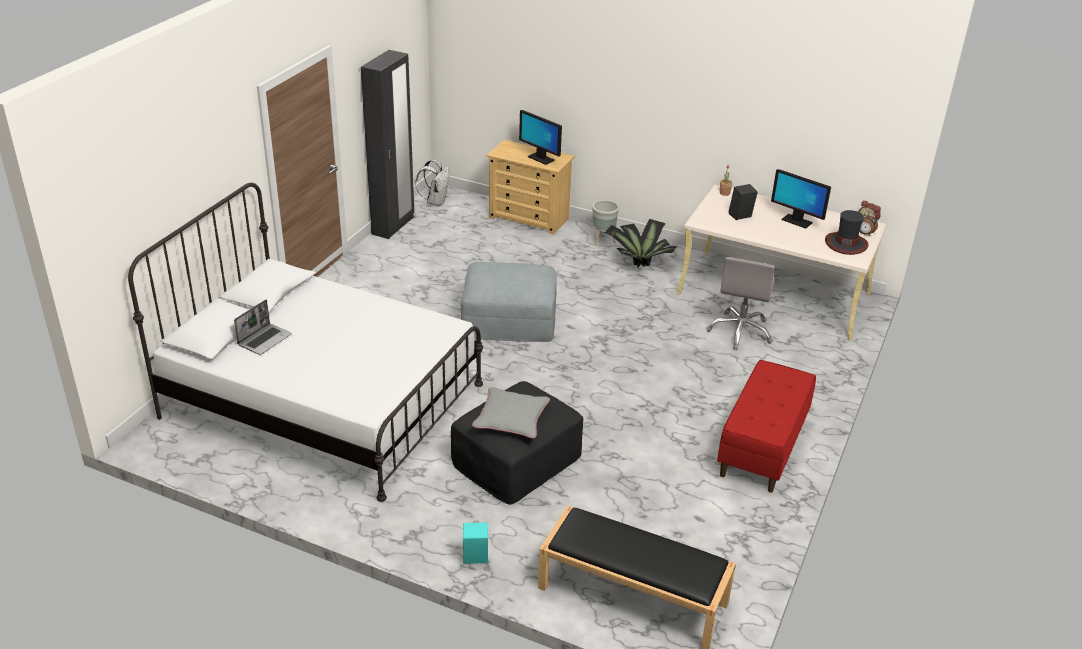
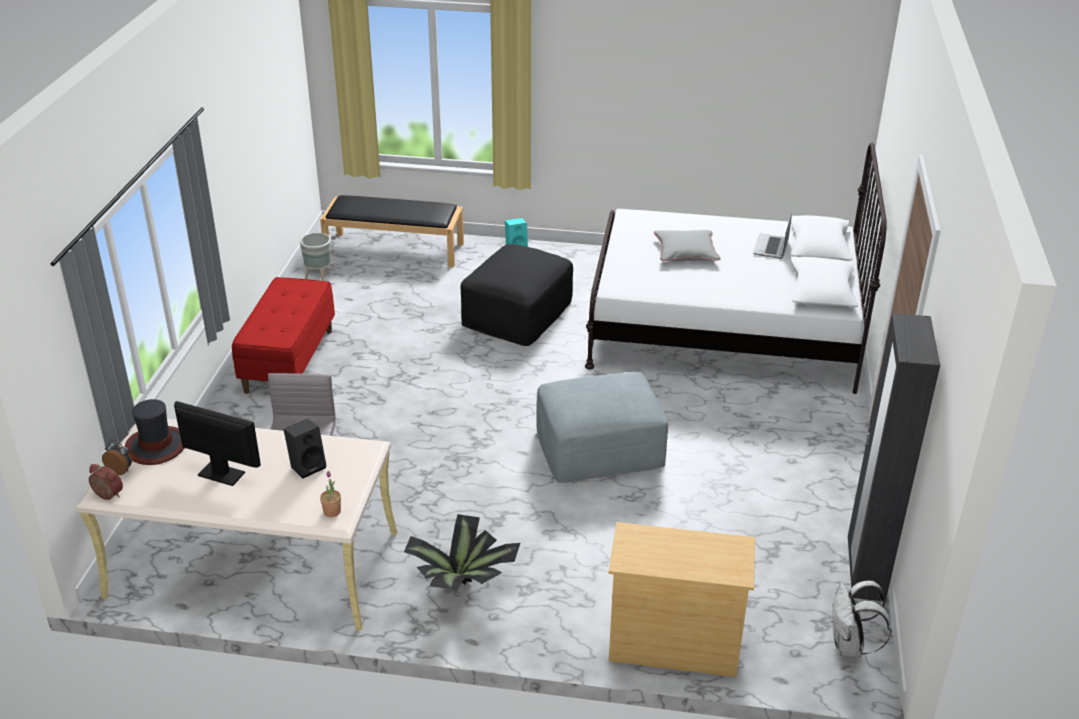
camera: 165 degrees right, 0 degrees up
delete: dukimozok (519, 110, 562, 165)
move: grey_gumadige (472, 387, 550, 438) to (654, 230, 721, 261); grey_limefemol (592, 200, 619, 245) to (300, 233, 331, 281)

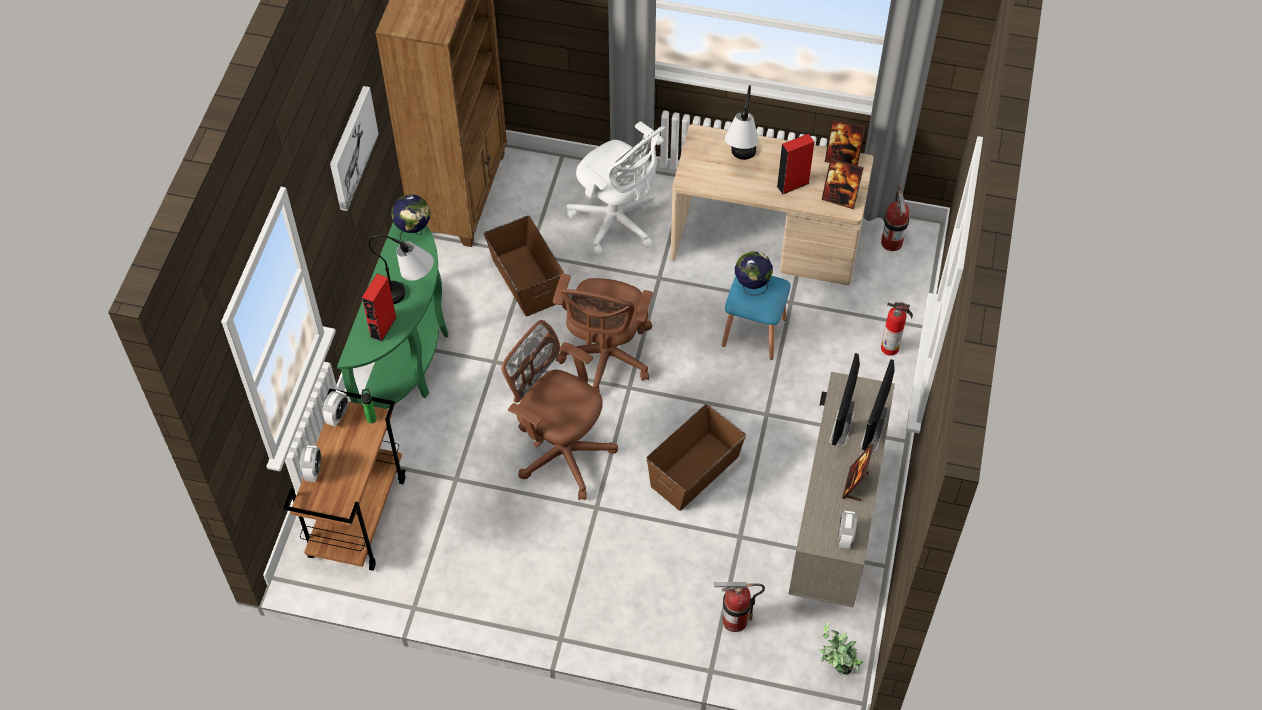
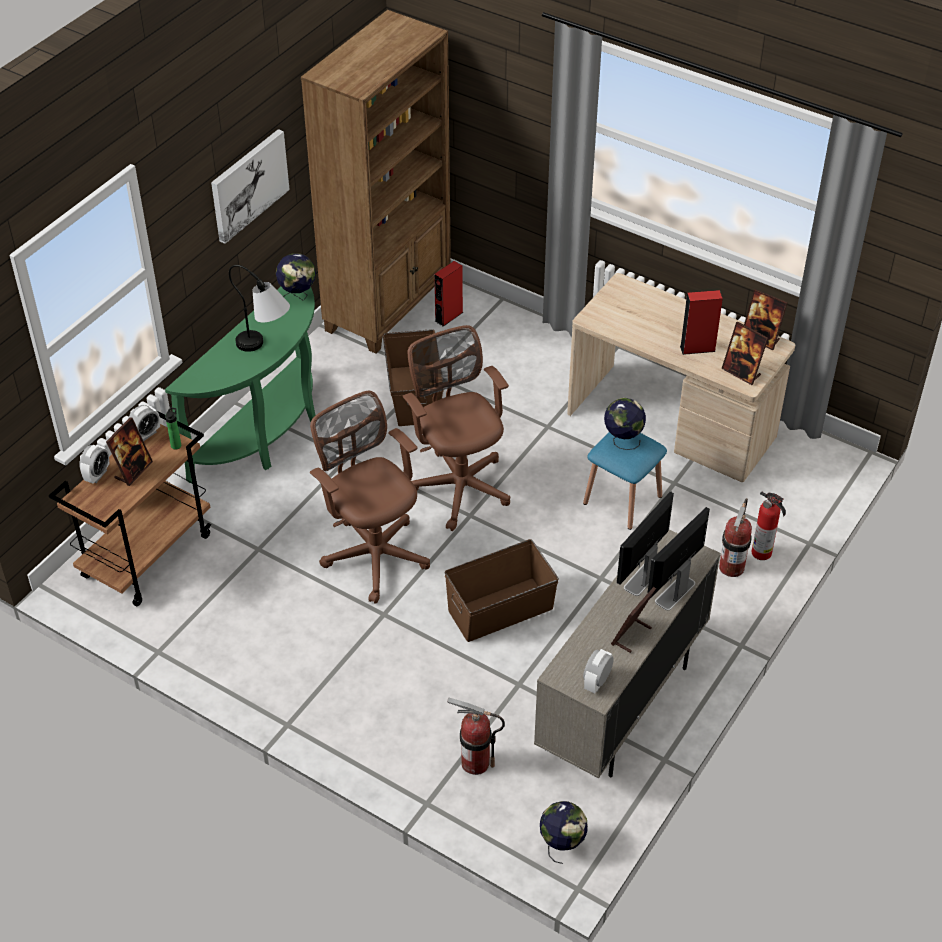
camera: 20 degrees right, 10 degrees down
delete: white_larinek (566, 121, 665, 255); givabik (725, 85, 759, 160)
insert: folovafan (106, 417, 153, 486)
move: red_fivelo (362, 274, 397, 342) to (434, 261, 463, 327); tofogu (881, 185, 909, 251) to (719, 498, 752, 577)
replace: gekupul (819, 621, 864, 675) to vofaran (540, 801, 588, 864)
rotate: brown_larinek (553, 274, 653, 392) = (403, 325, 510, 531) 120 degrees clockwise

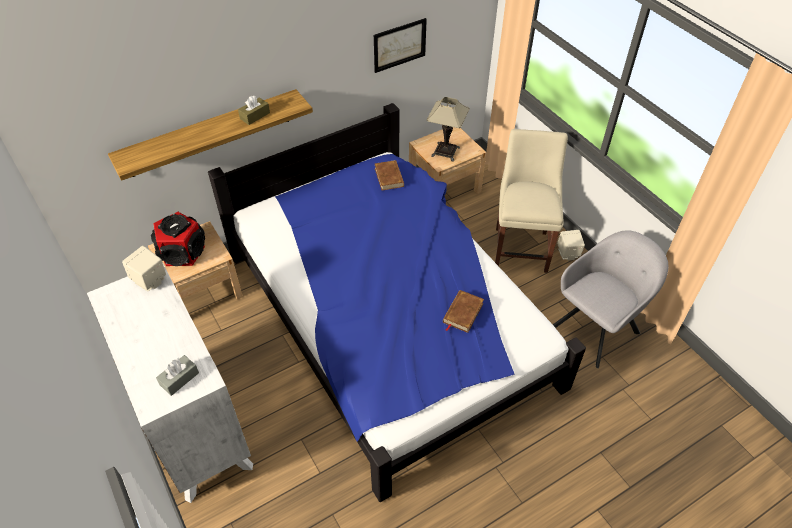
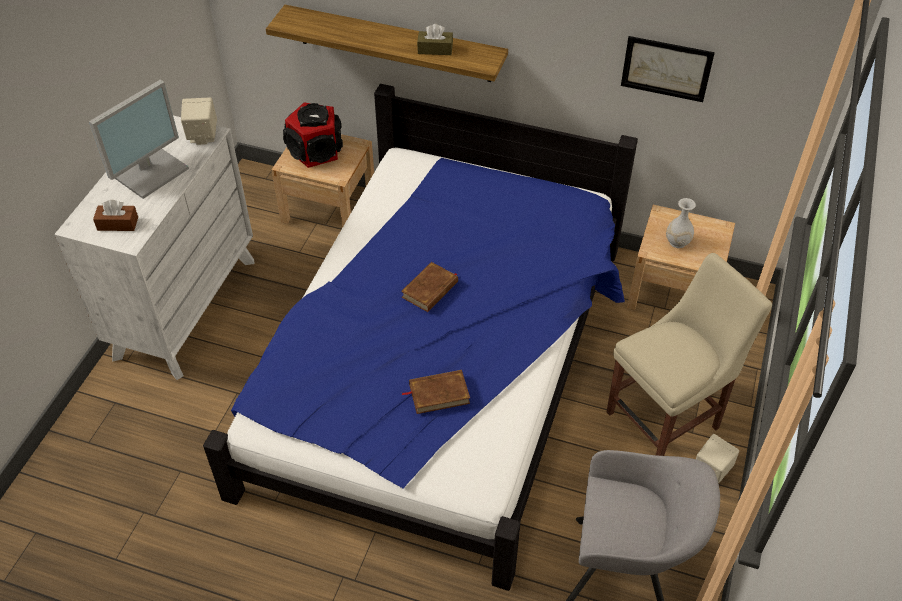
camera: 50 degrees right, 0 degrees up
insert: dukimozok (89, 80, 189, 199)
move: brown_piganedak (375, 160, 404, 191) to (401, 262, 458, 312)
replace: givabik (427, 97, 470, 162) to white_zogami (666, 198, 696, 248)
recolor: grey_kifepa (156, 355, 199, 396) to brown_kifepa (93, 200, 138, 231)

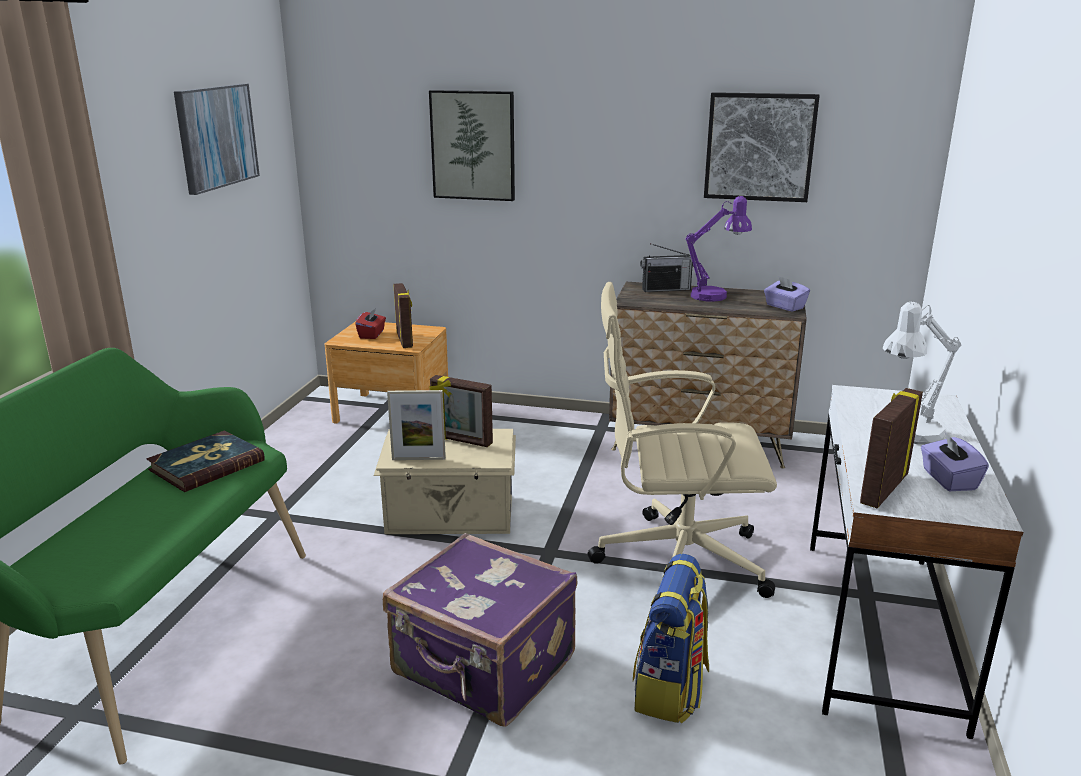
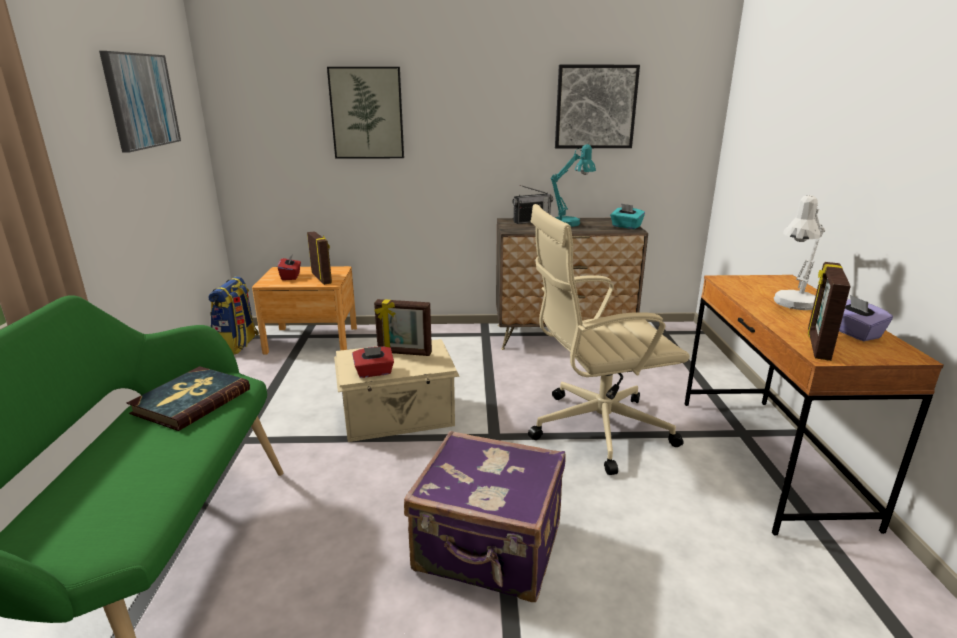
camera: 15 degrees left, 0 degrees up
move: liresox (633, 554, 709, 724) to (208, 277, 259, 355)
replace: folovafan (387, 390, 446, 460) to red_kifepa (352, 347, 394, 378)
recolor: purple_givabik (685, 196, 752, 302) to turquoise_givabik (550, 144, 596, 227); purple_kifepa (764, 276, 810, 312) to turquoise_kifepa (610, 203, 645, 229); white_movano (810, 385, 1023, 739) to brown_movano (685, 275, 944, 536)

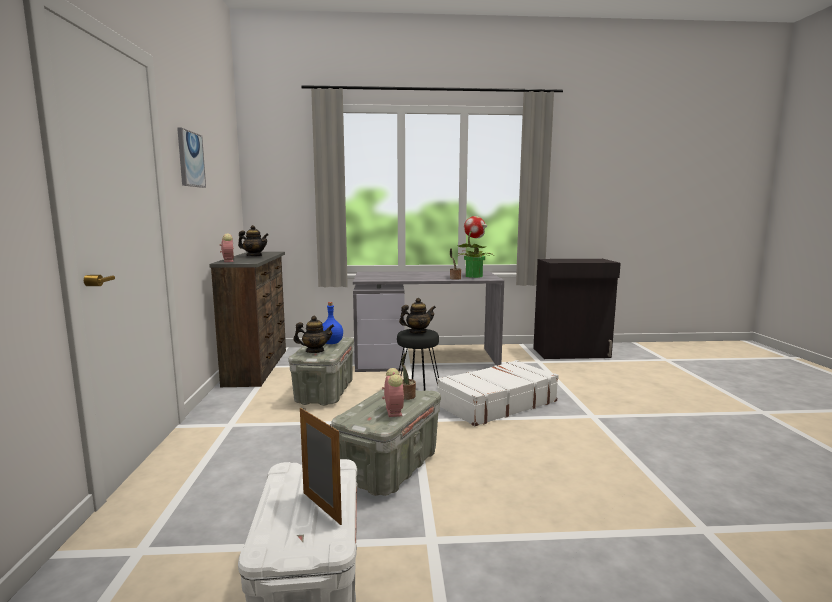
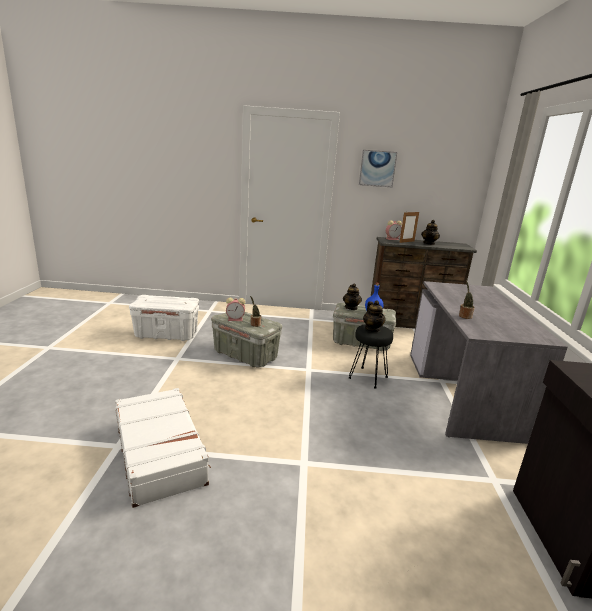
camera: 95 degrees right, 10 degrees up
delete: gekupul (456, 216, 493, 278)
move: folovafan (300, 408, 342, 525) to (399, 212, 419, 243); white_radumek (437, 360, 559, 426) to (115, 388, 211, 508)

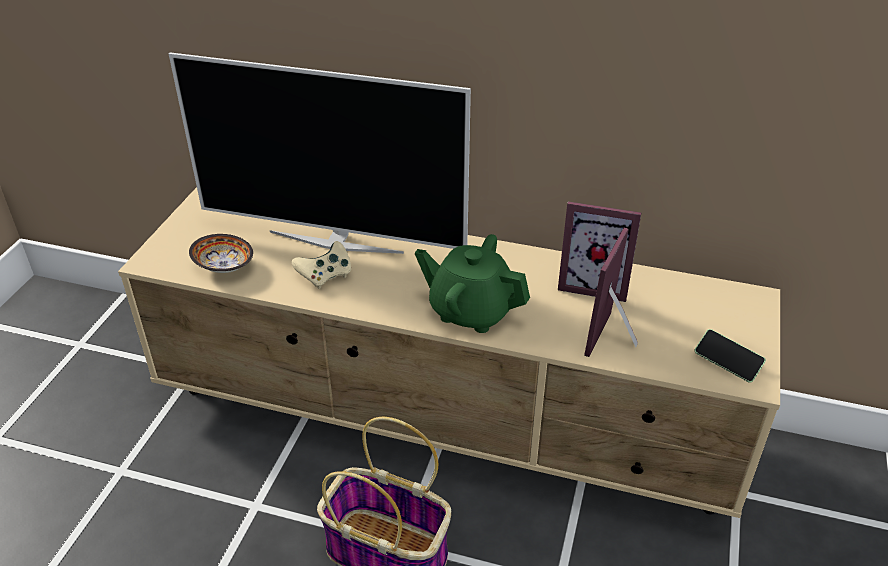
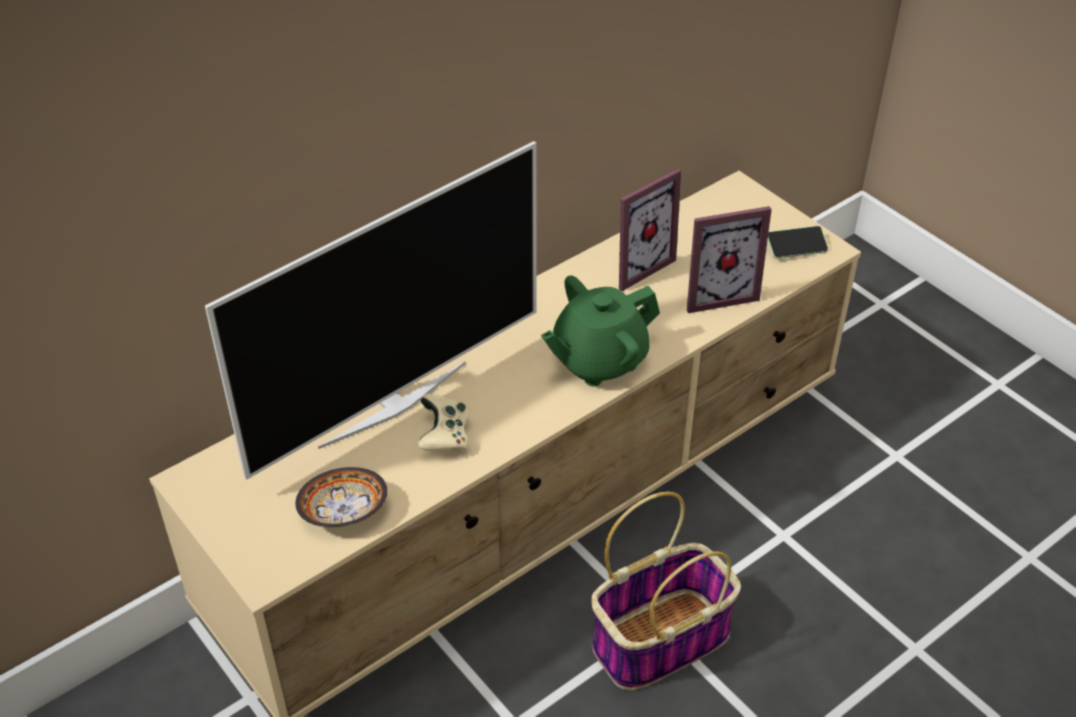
camera: 55 degrees left, 5 degrees up
rotate: folovafan (584, 228, 638, 357) = (687, 206, 772, 313) 75 degrees counterclockwise

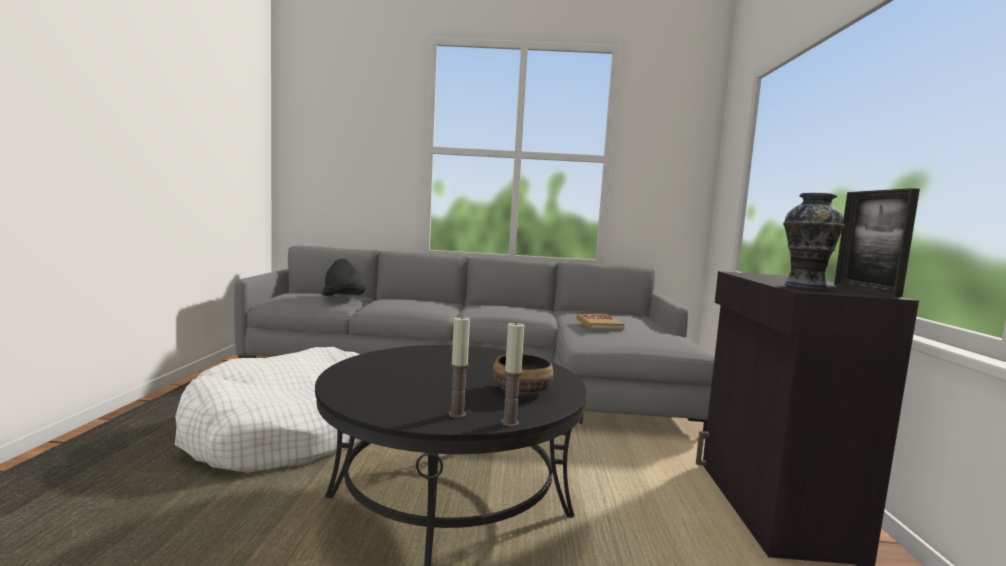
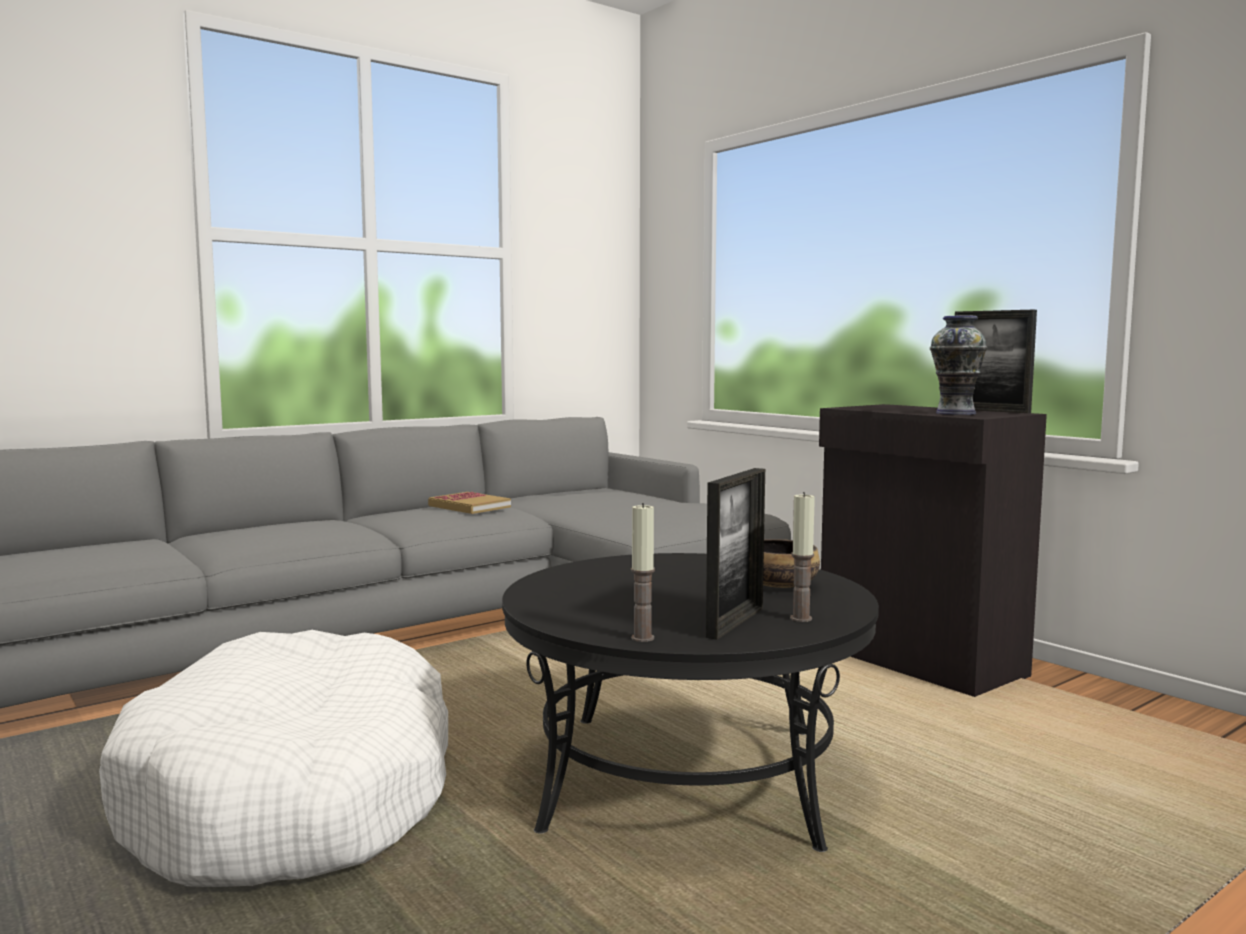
camera: 40 degrees left, 0 degrees up
delete: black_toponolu (322, 259, 366, 296)
insert: folovafan (706, 468, 765, 640)
move: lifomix (502, 321, 524, 427) to (631, 503, 655, 642); piganedak (577, 314, 625, 330) to (428, 492, 511, 514)

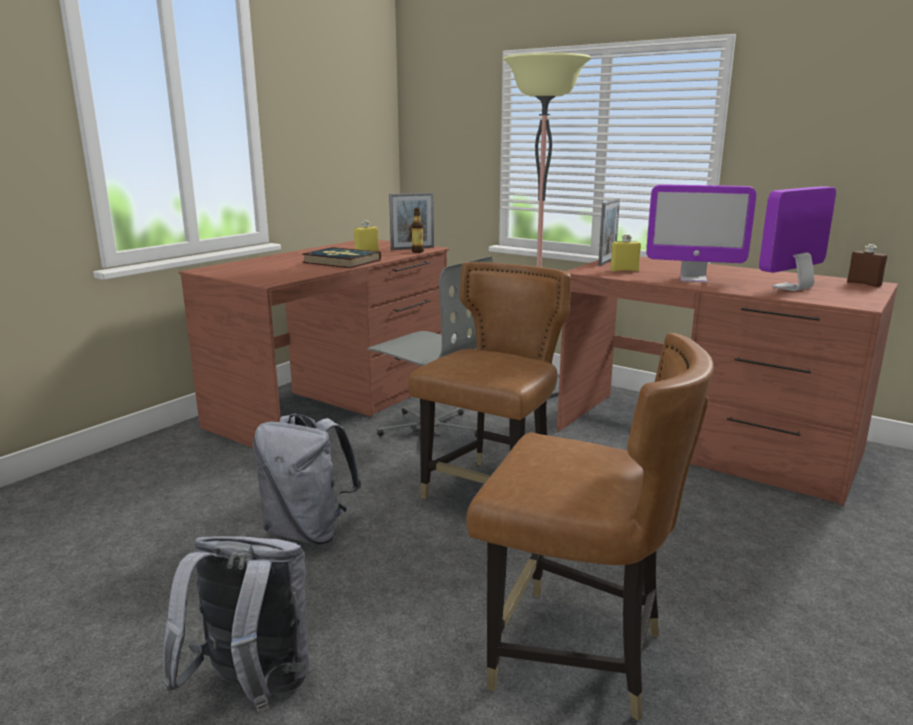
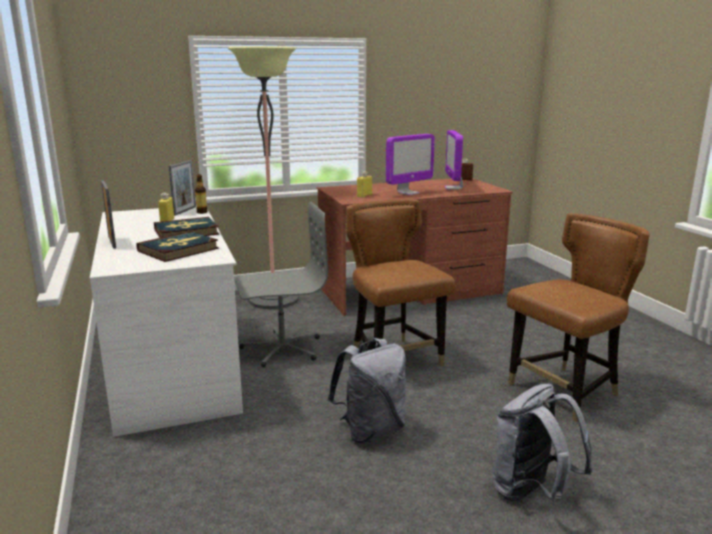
camera: 55 degrees left, 0 degrees up
insert: piganedak (136, 231, 219, 262)
move: folovafan (598, 199, 620, 266) to (101, 180, 116, 249)
recolor: brown_movano (179, 240, 449, 448) to white_movano (90, 206, 243, 437)

